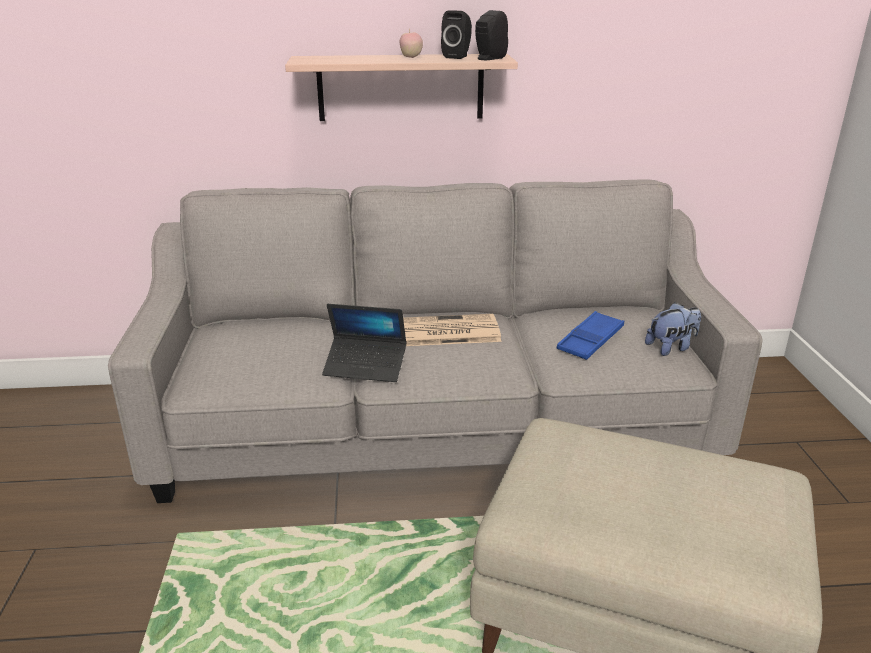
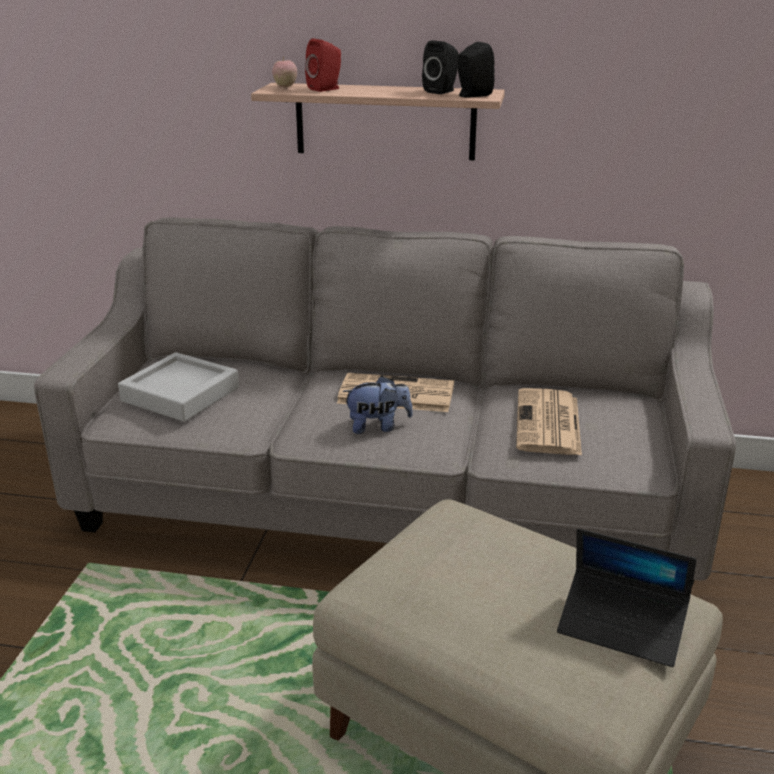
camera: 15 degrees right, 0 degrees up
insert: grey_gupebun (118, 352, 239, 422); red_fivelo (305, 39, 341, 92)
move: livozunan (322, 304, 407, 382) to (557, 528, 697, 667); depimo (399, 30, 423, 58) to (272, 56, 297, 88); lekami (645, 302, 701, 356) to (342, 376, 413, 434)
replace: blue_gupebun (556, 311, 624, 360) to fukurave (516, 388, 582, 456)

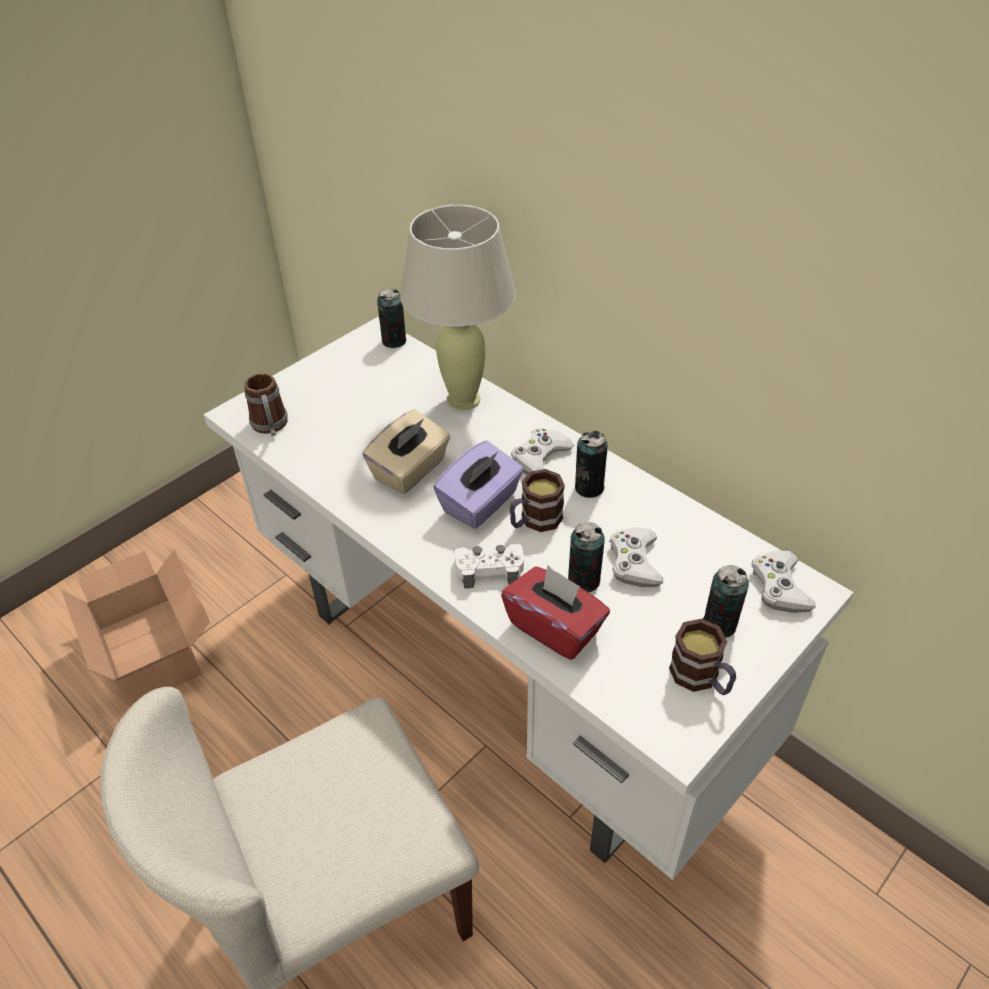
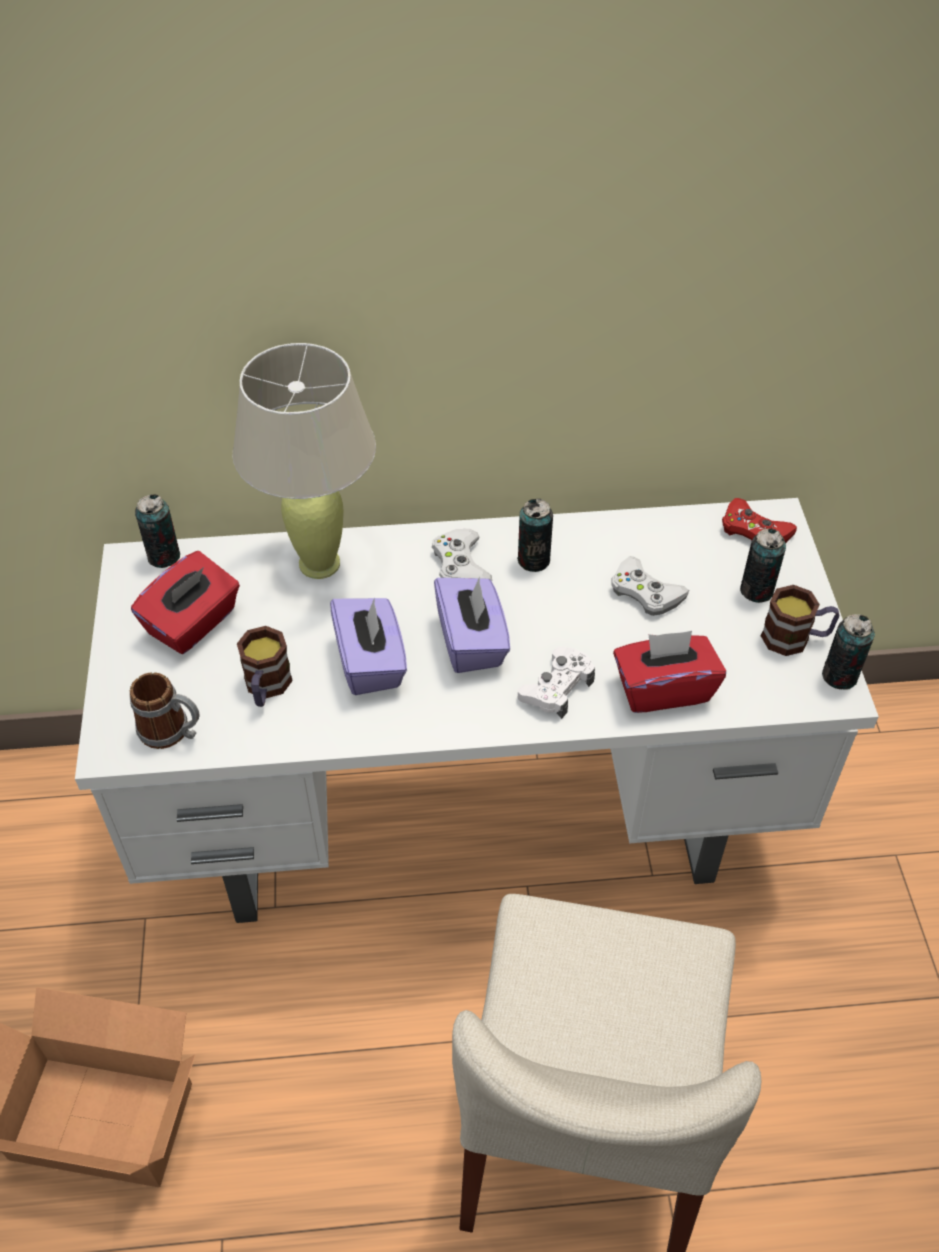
camera: 50 degrees left, 5 degrees up
insert: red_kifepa (131, 551, 240, 654)
move: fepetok (510, 469, 565, 532) to (237, 626, 293, 707); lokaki (568, 522, 605, 592) to (822, 614, 875, 690)
recolor: beige_kifepa (362, 410, 450, 494) to purple_kifepa (330, 597, 407, 695); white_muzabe (752, 550, 816, 613) to red_muzabe (722, 498, 797, 543)

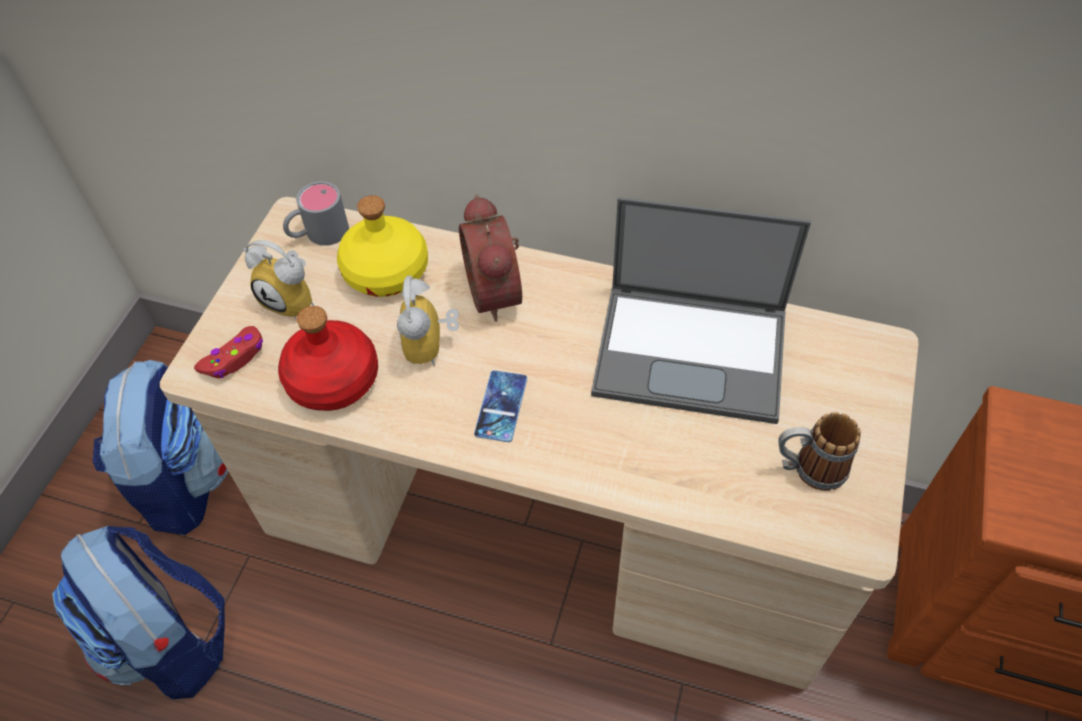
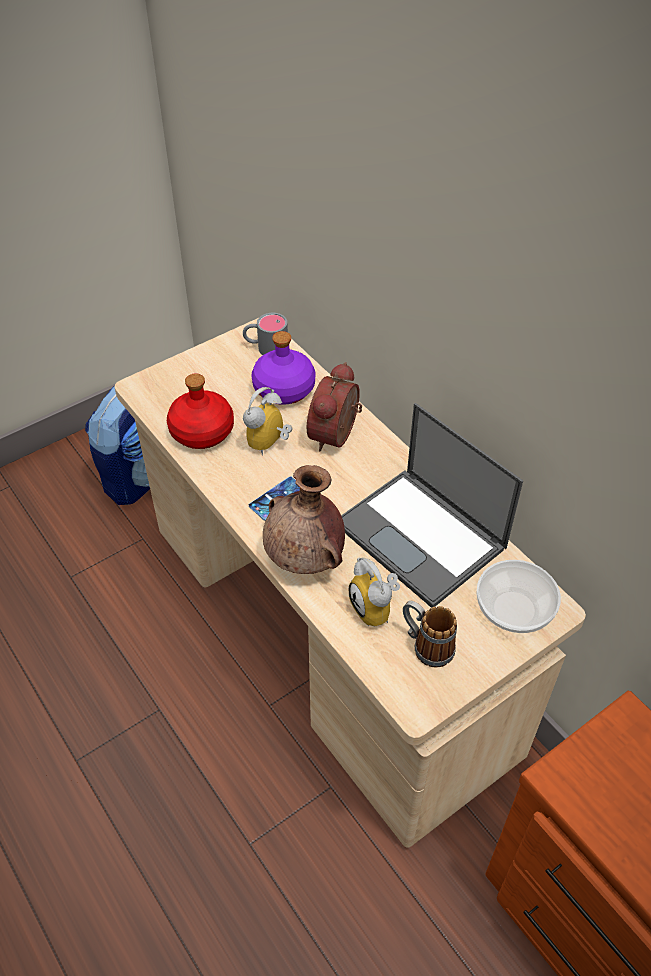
camera: 35 degrees right, 5 degrees down
delete: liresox (52, 526, 225, 699); red_muzabe (194, 326, 263, 378)
insert: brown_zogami (263, 465, 345, 574); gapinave (477, 560, 561, 633)
move: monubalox (243, 240, 314, 319) to (349, 557, 400, 626)
recolor: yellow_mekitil (337, 195, 428, 297) to purple_mekitil (252, 331, 316, 404)

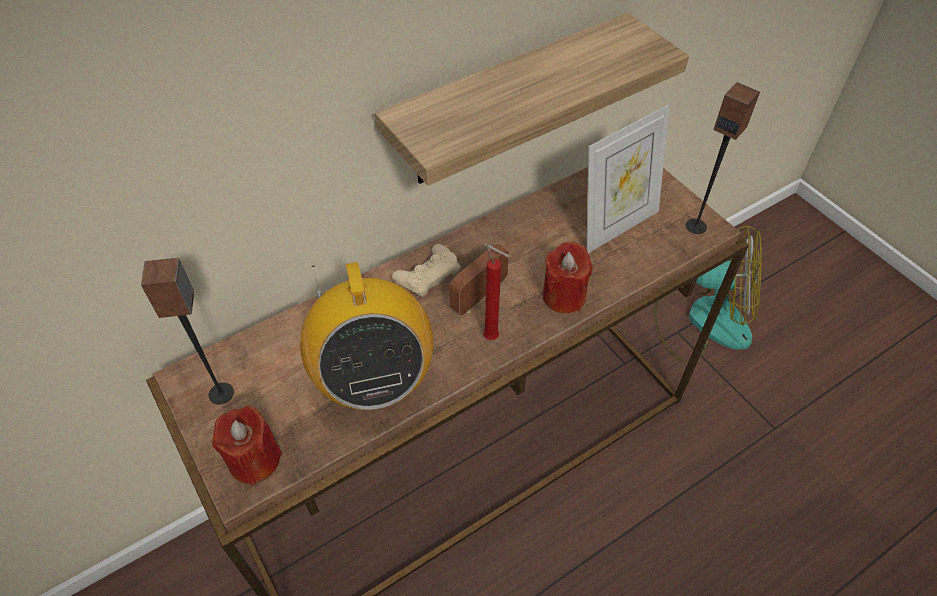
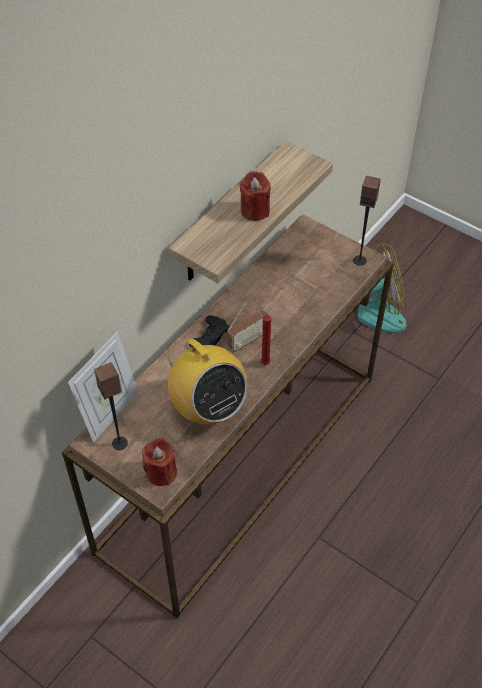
camera: 20 degrees left, 0 degrees up
move: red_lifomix (542, 242, 593, 313) to (240, 171, 271, 221); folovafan (587, 105, 670, 253) to (68, 332, 138, 443)
recolor: beige_muzabe (392, 244, 461, 297) to black_muzabe (189, 315, 229, 347)
rotate: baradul (449, 244, 509, 315) = (227, 301, 268, 352) 150 degrees counterclockwise

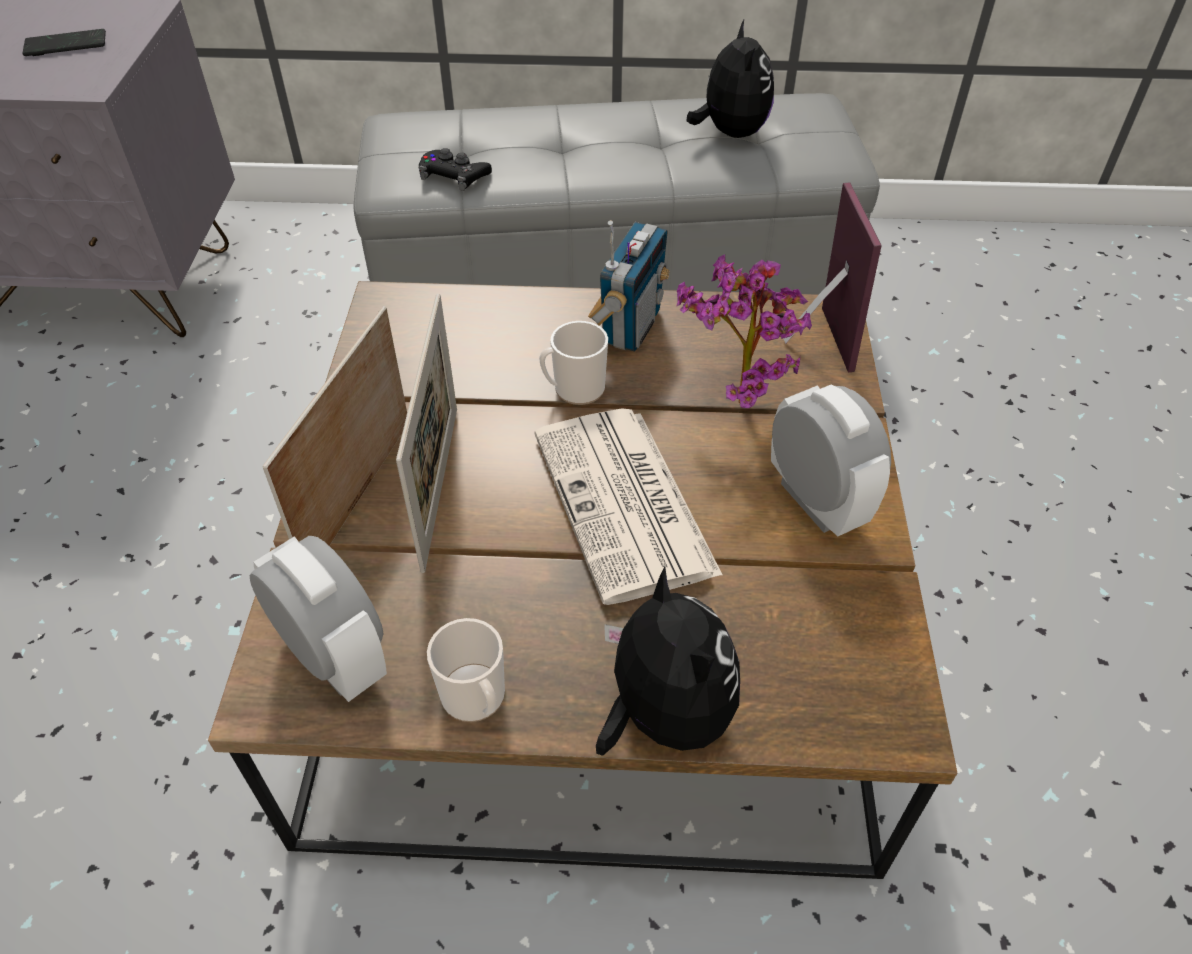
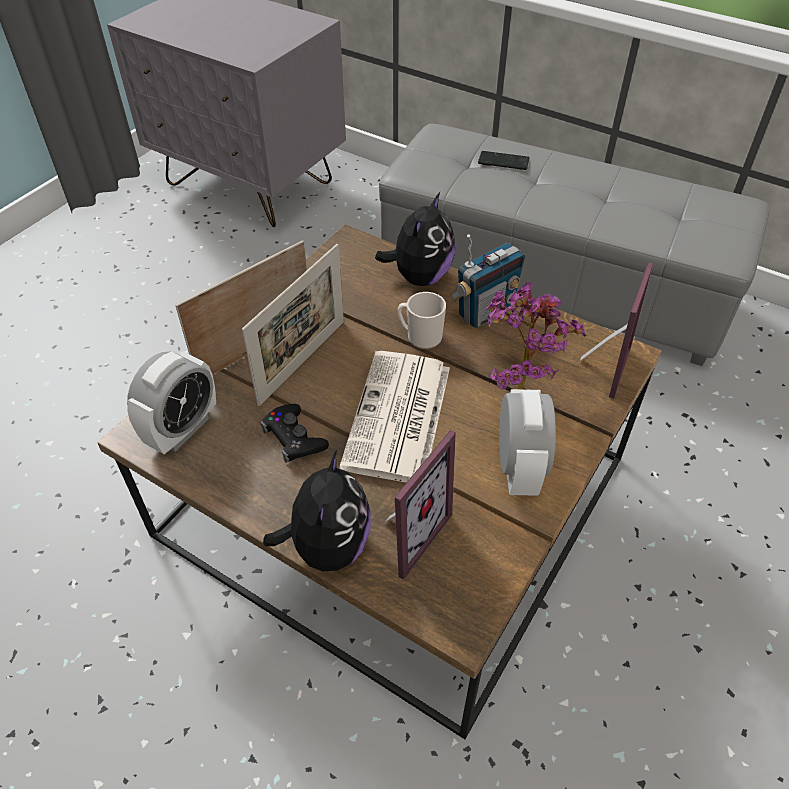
camera: 30 degrees right, 0 degrees up
delete: fepetok (427, 618, 505, 722)
insert: folovafan (385, 430, 456, 580)
move: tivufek (23, 29, 106, 56) to (478, 151, 530, 170); black_muzabe (419, 148, 492, 191) to (260, 404, 329, 463); lekami (686, 20, 774, 138) to (375, 192, 455, 286)
rotate: monubalox (249, 536, 387, 702) = (127, 352, 216, 454) 45 degrees clockwise

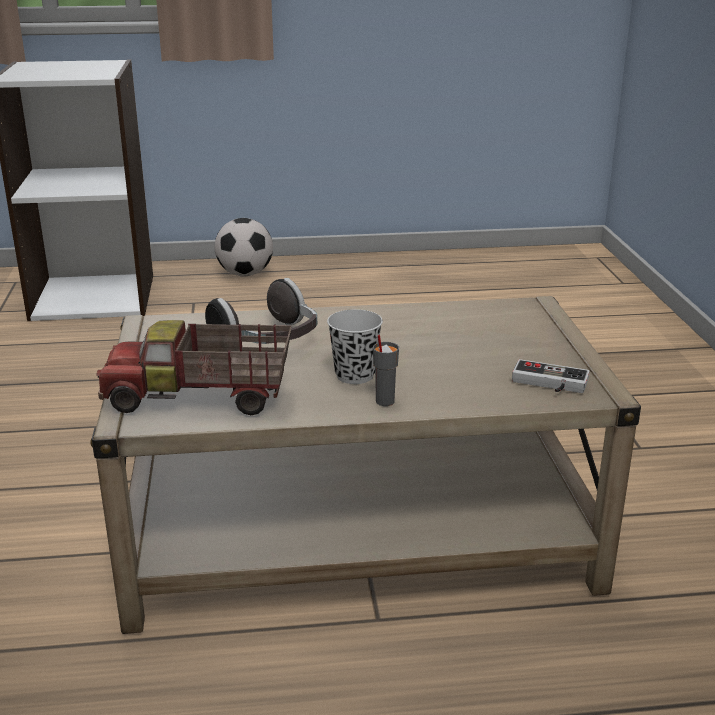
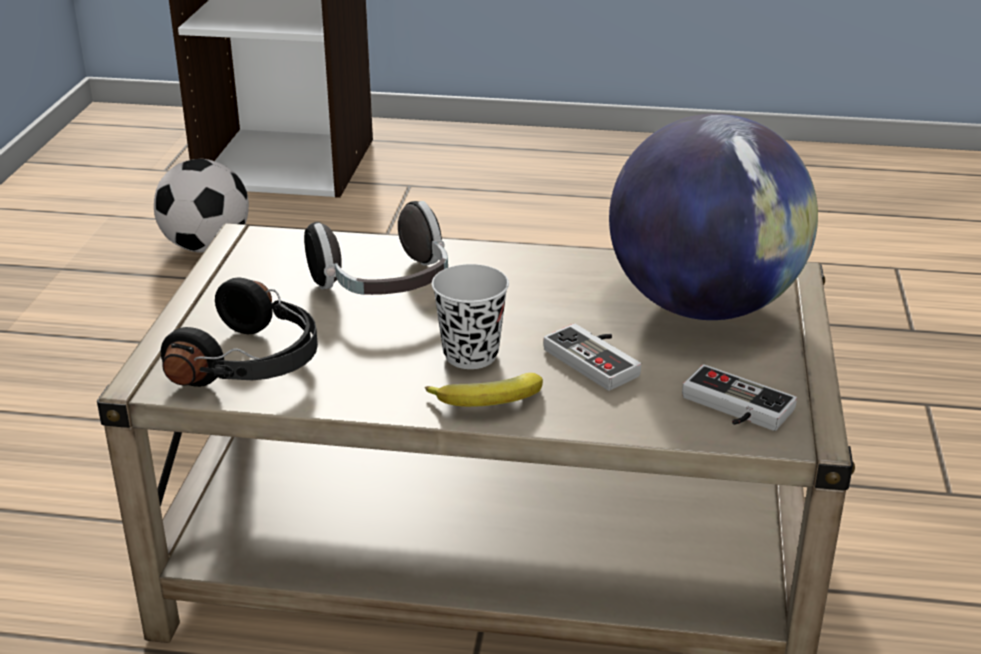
camera: 15 degrees right, 5 degrees up
insert: muzabe (543, 324, 641, 391); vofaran (609, 114, 818, 320)
move: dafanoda (215, 218, 273, 276) to (154, 159, 249, 253)
replace: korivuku (97, 320, 292, 415) to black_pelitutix (161, 277, 318, 387); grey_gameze (373, 335, 399, 406) to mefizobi (425, 373, 543, 407)

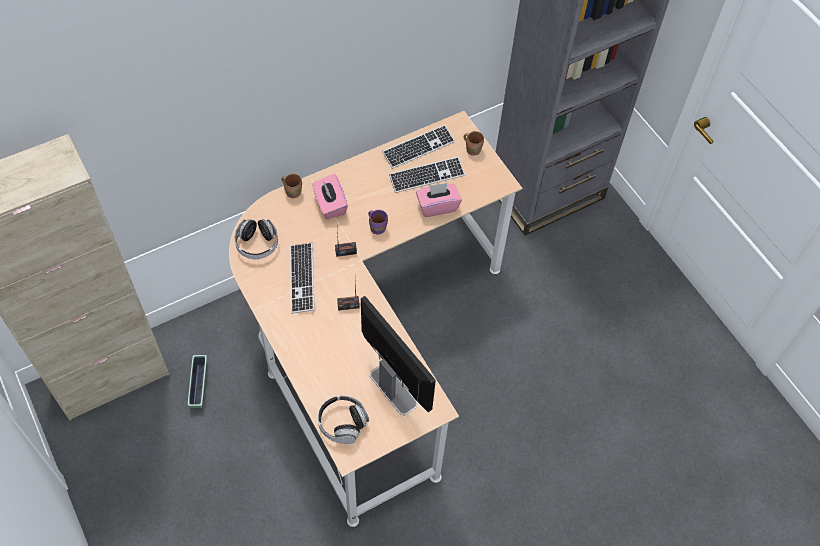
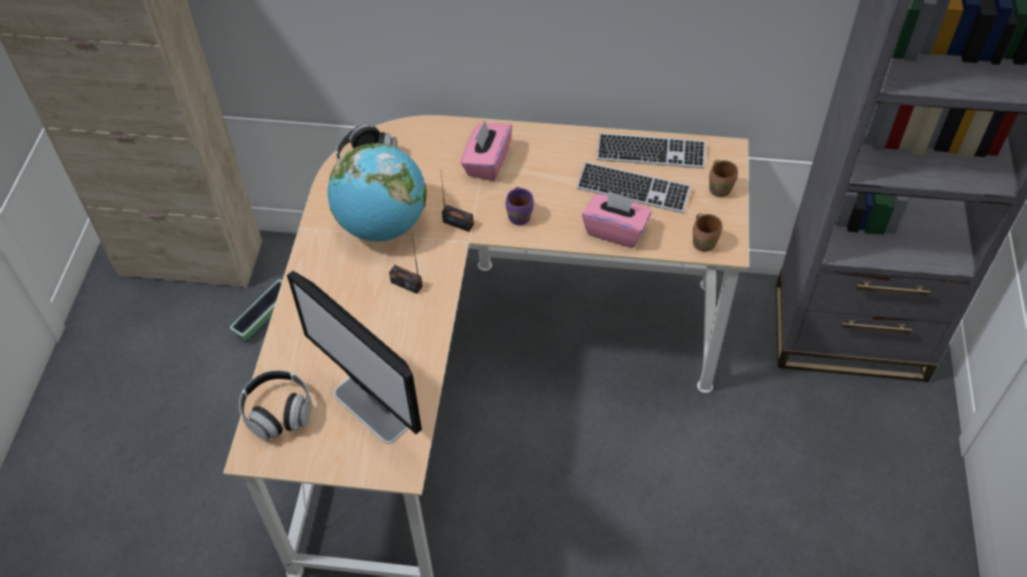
camera: 40 degrees right, 5 degrees down
move: brown_fepetok (281, 174, 302, 198) to (693, 213, 722, 252)
replace: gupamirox (290, 242, 315, 314) to vofaran (328, 143, 426, 242)
rotate: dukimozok (361, 296, 436, 415) = (287, 271, 422, 444) 135 degrees clockwise

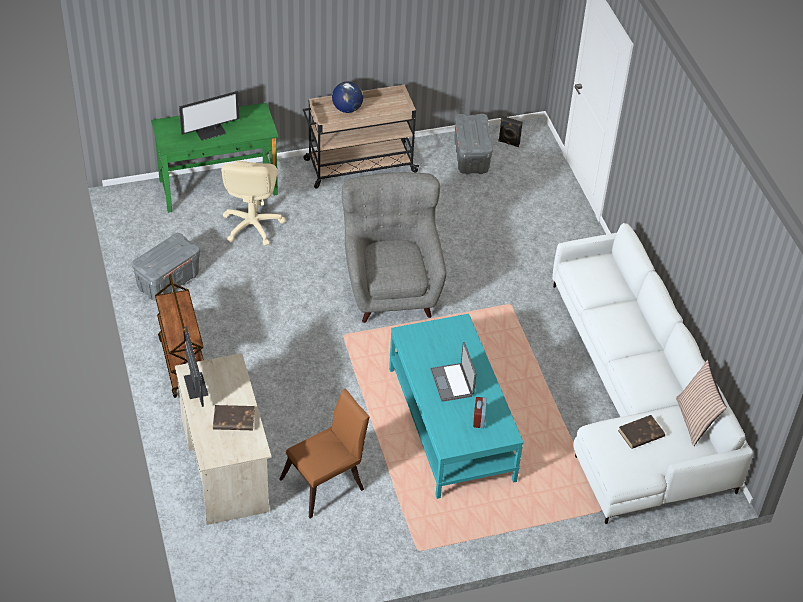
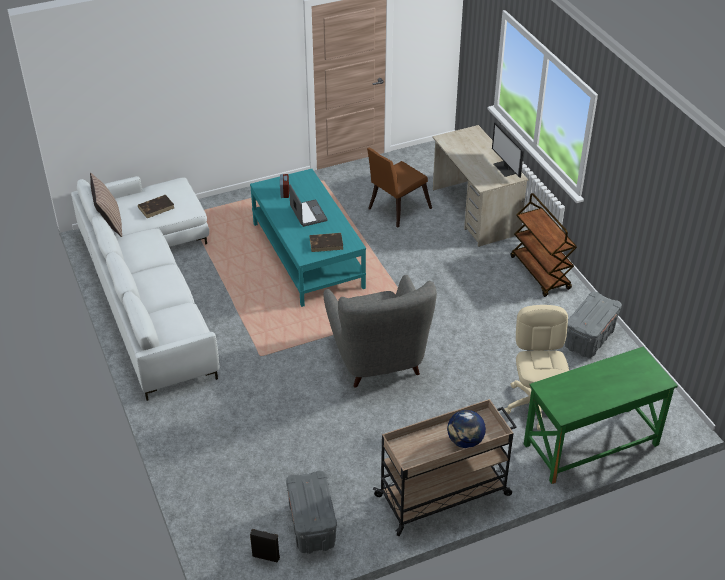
camera: 175 degrees right, 5 degrees down
delete: dukimozok (179, 91, 240, 141)
move: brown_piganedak (213, 405, 255, 430) to (309, 233, 344, 252)

